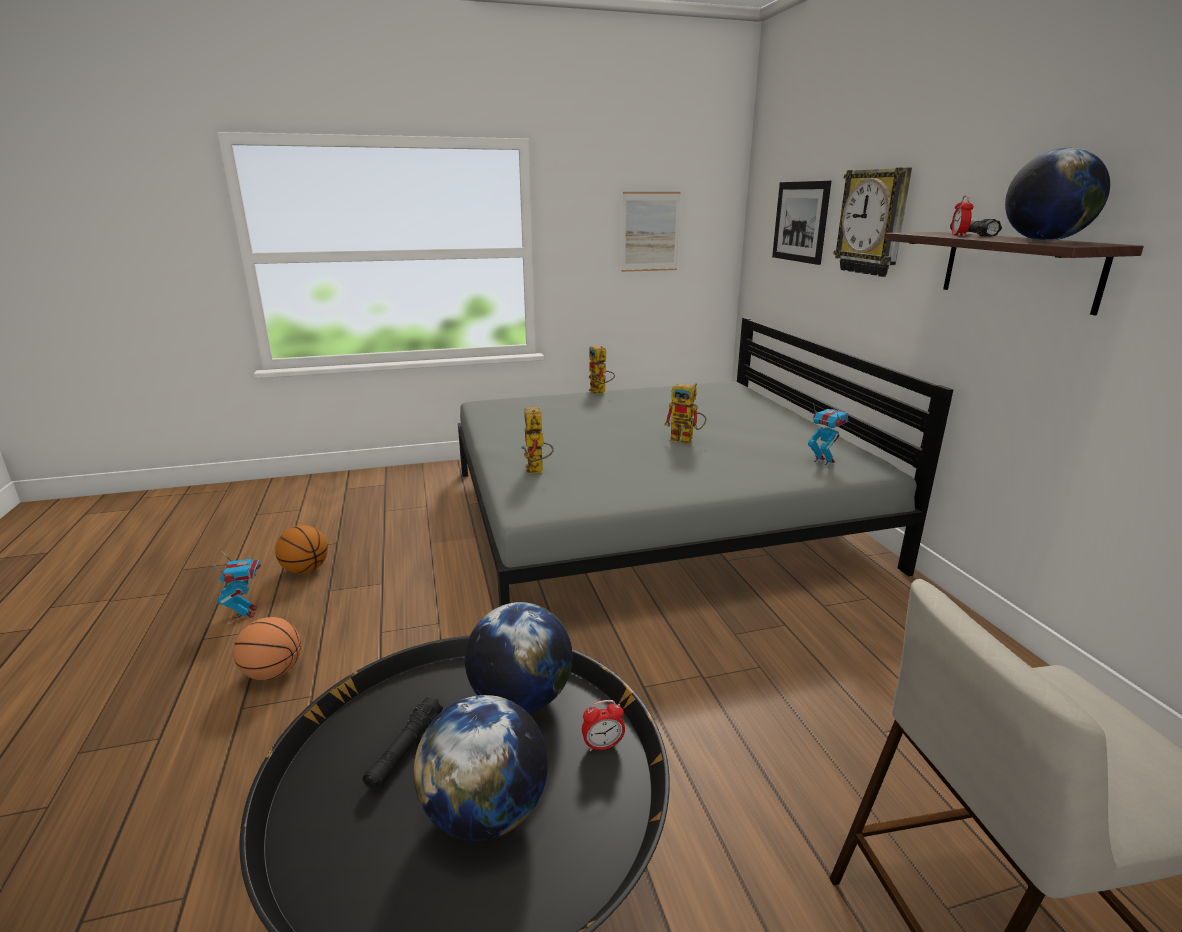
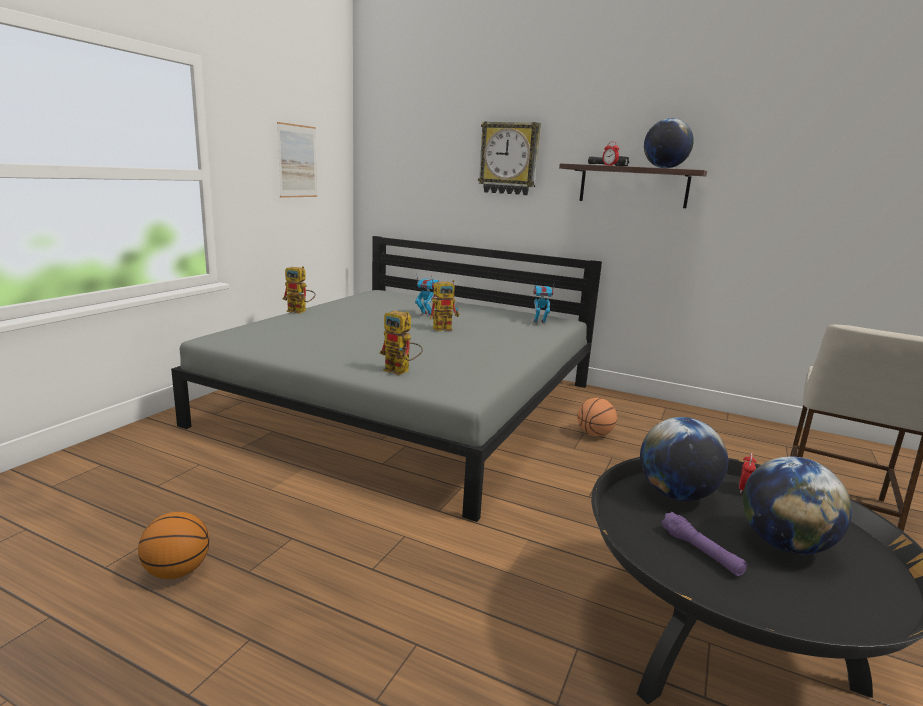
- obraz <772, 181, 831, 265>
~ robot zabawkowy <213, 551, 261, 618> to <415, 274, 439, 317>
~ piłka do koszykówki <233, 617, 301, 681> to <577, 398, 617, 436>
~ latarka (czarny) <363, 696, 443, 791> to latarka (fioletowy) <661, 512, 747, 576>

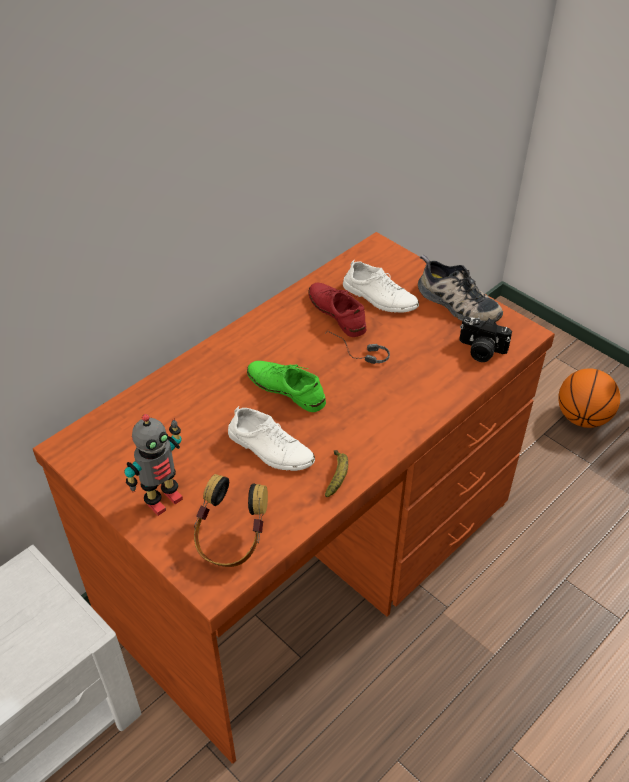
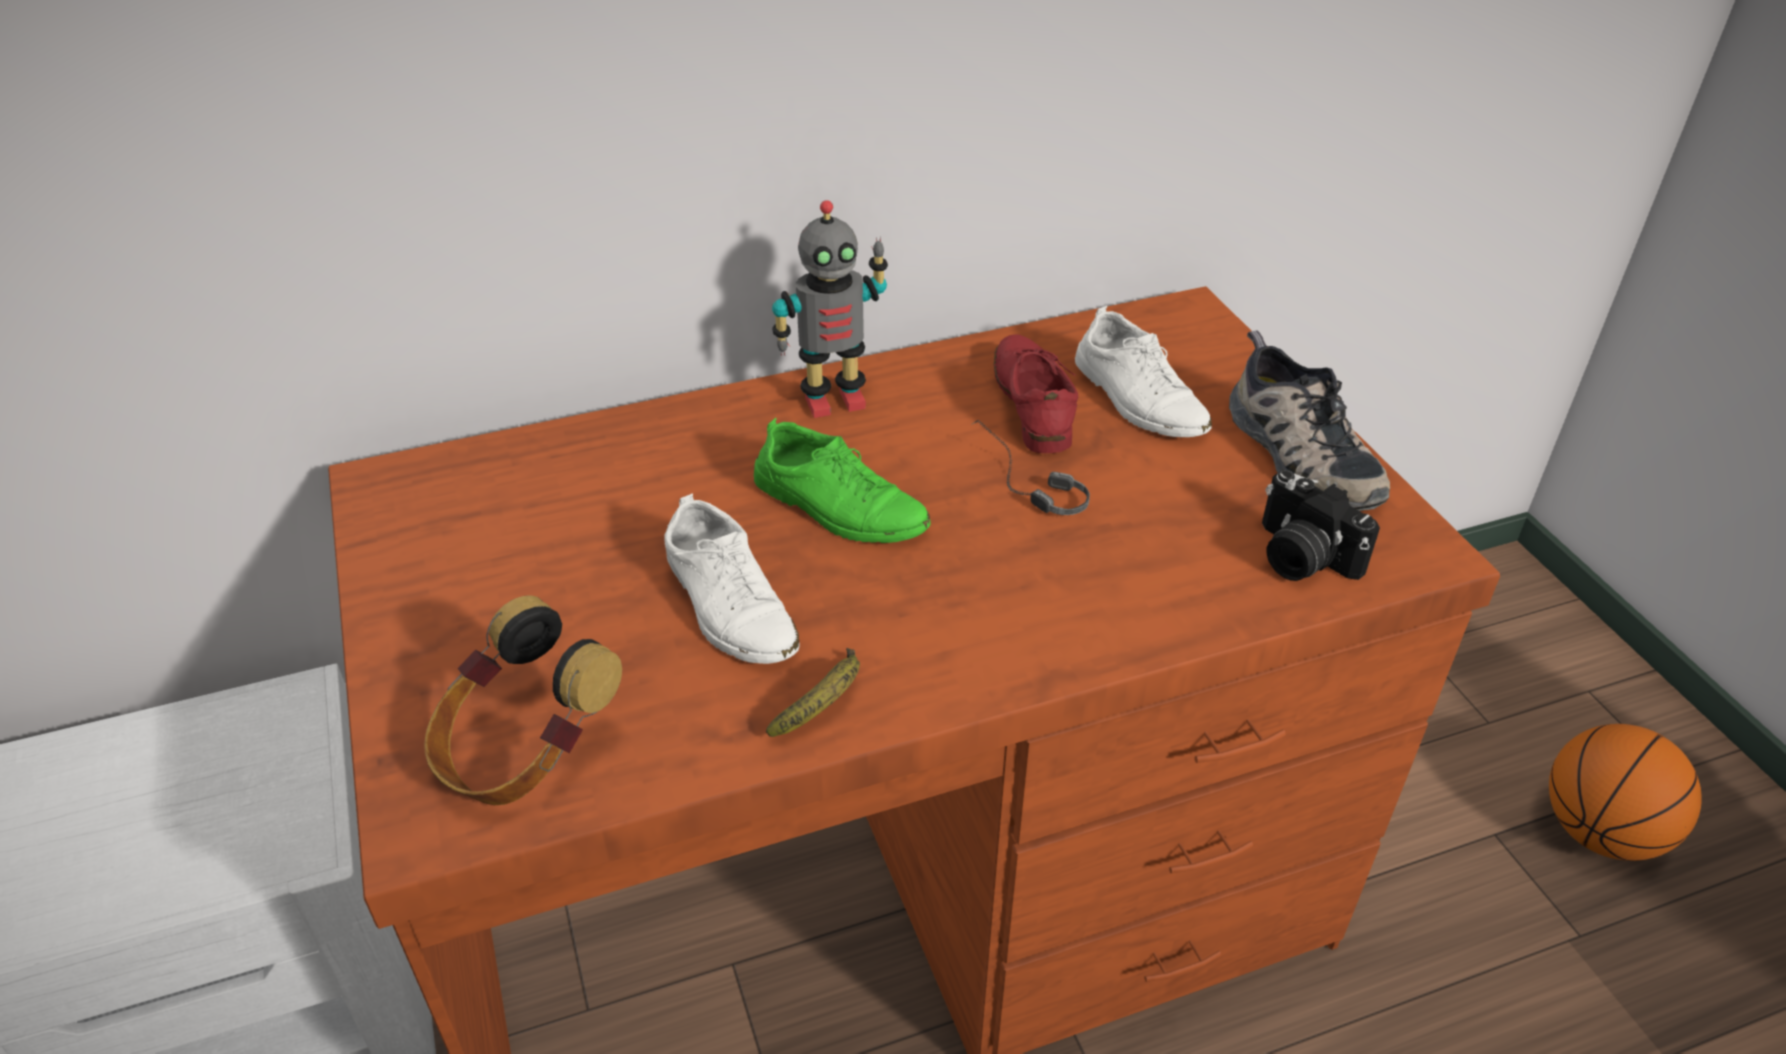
~ robot zabawkowy <124, 414, 183, 516> to <772, 200, 888, 418>
~ but (zielony) <247, 361, 326, 412> = <754, 418, 930, 543> 150 degrees clockwise

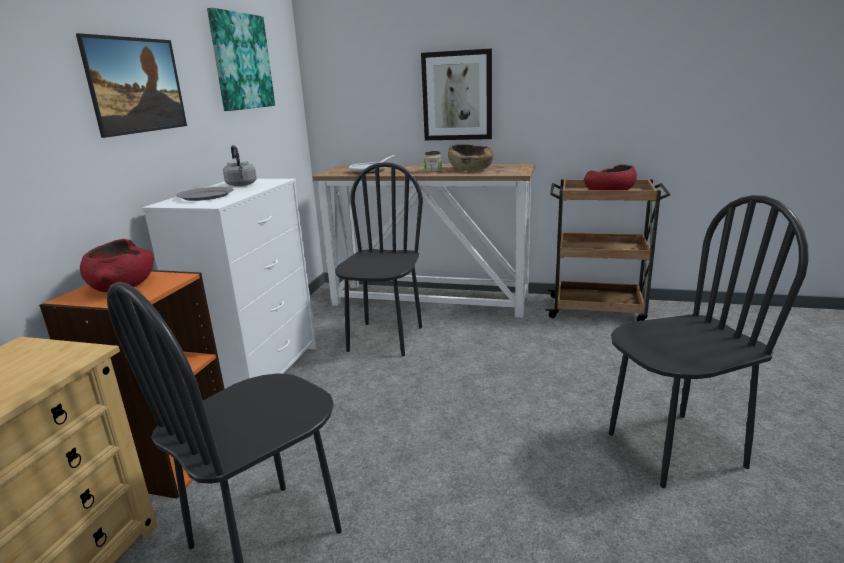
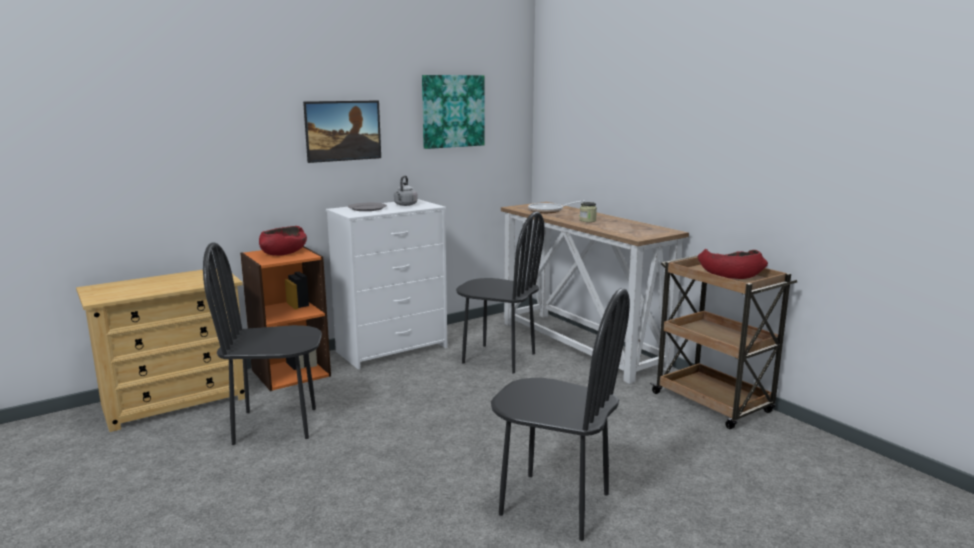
- obraz <421, 49, 492, 140>
- miska (brązowy) <448, 144, 494, 171>
~ krzesło (czarny) <335, 162, 423, 356> = <456, 212, 545, 374> 60 degrees clockwise

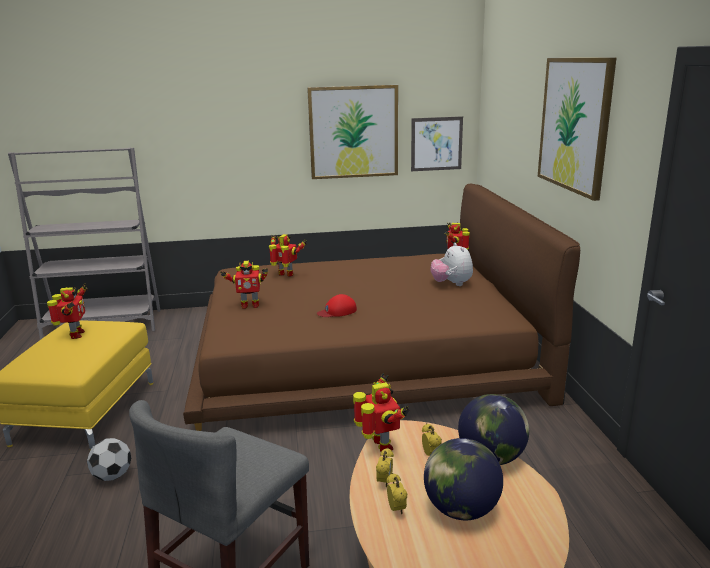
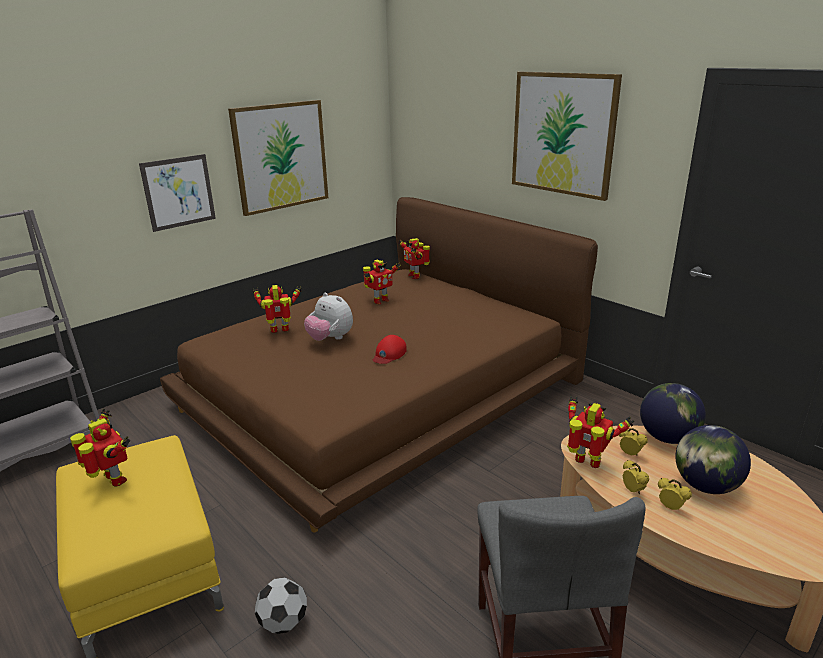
~ robot zabawkowy <220, 261, 268, 309> to <363, 260, 400, 304>
~ obraz <411, 116, 463, 171> to <139, 154, 216, 232>
~ pluszak <430, 243, 473, 286> to <304, 293, 353, 341>

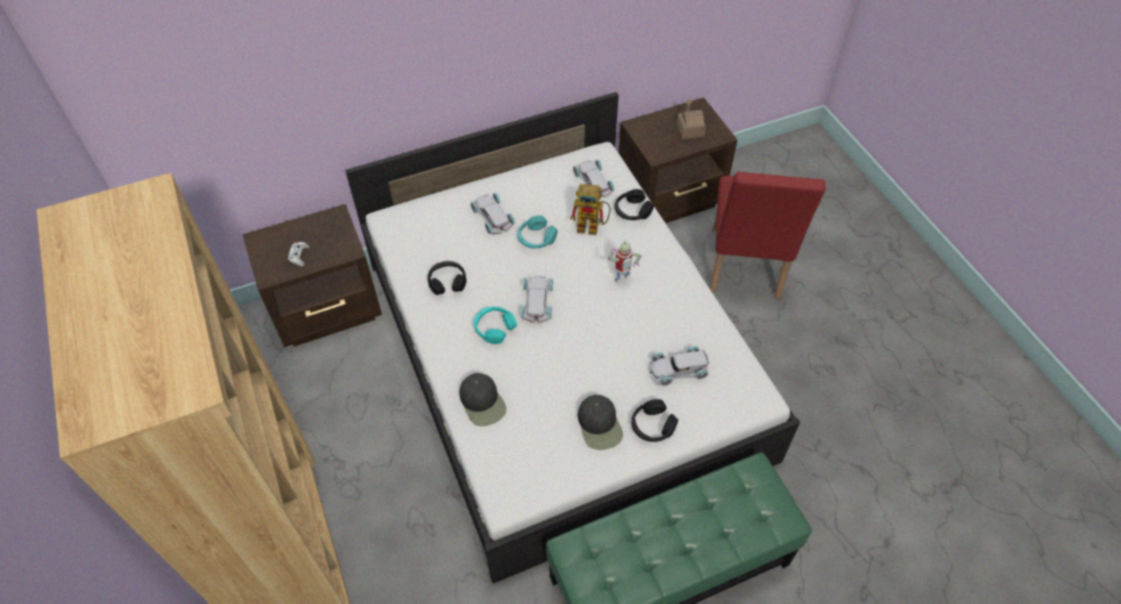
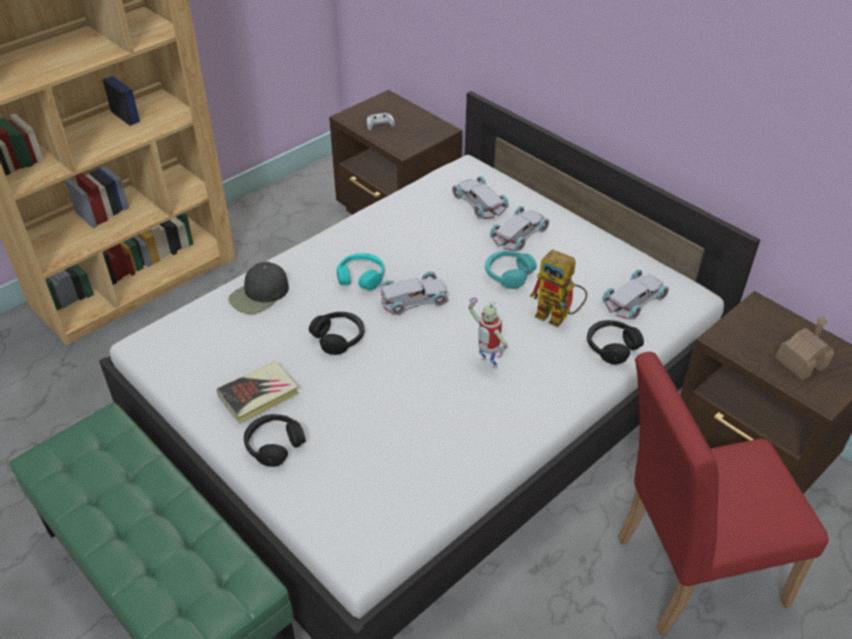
~ słuchawki (czarny) <428, 261, 467, 295> to <309, 312, 364, 355>
~ samochodzik (biały) <649, 346, 709, 386> to <452, 176, 509, 219>
~ czapka z daszkiem (czarny) <578, 395, 623, 450> to książka <217, 361, 299, 424>
~ robot zabawkowy <570, 184, 611, 235> = <529, 249, 587, 327> 45 degrees counterclockwise

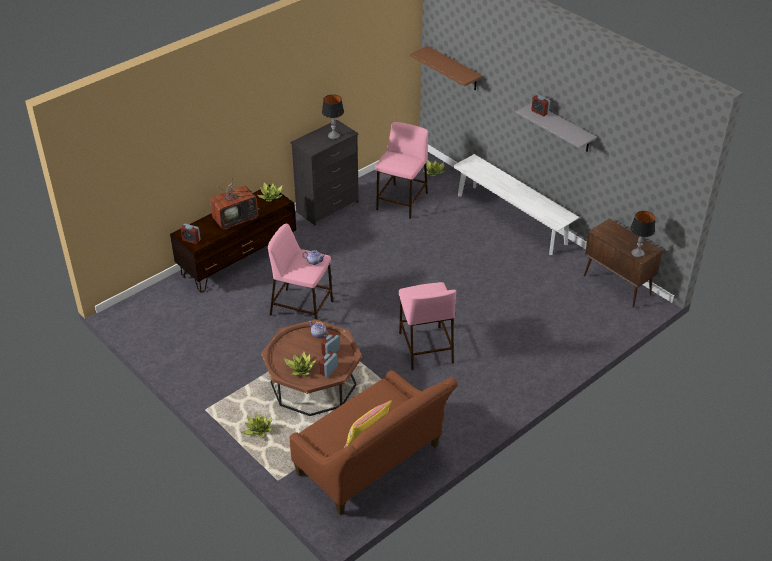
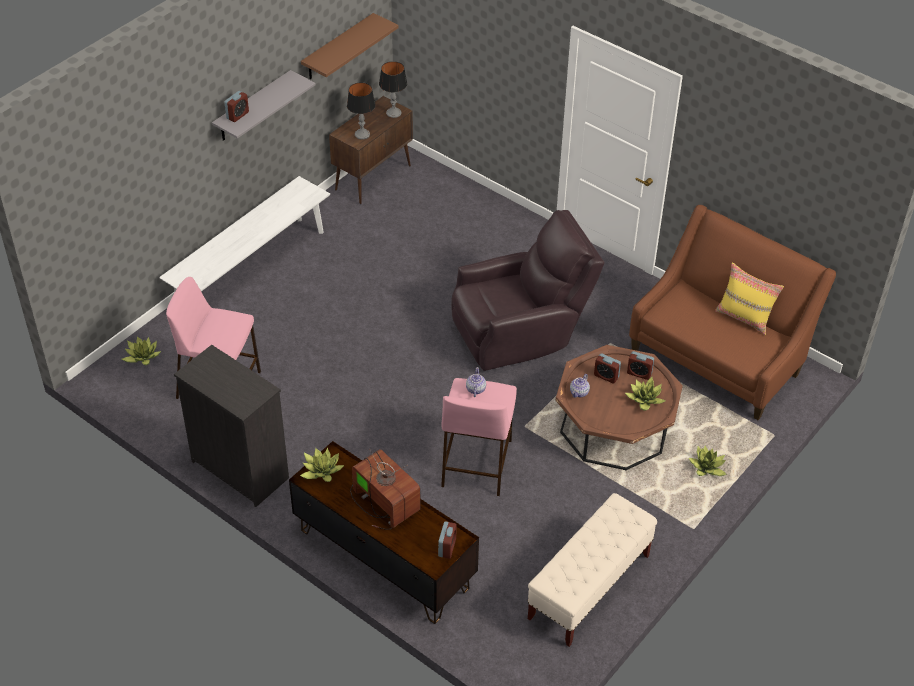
+ ławka (beżowy) <528, 493, 657, 647>
~ lampa stołowa <322, 94, 344, 139> to <347, 82, 376, 140>
~ półka (brązowy) <410, 46, 482, 90> to <301, 13, 398, 80>
~ stołek (różowy) <399, 282, 456, 370> to fotel (brązowy) <451, 210, 605, 371>

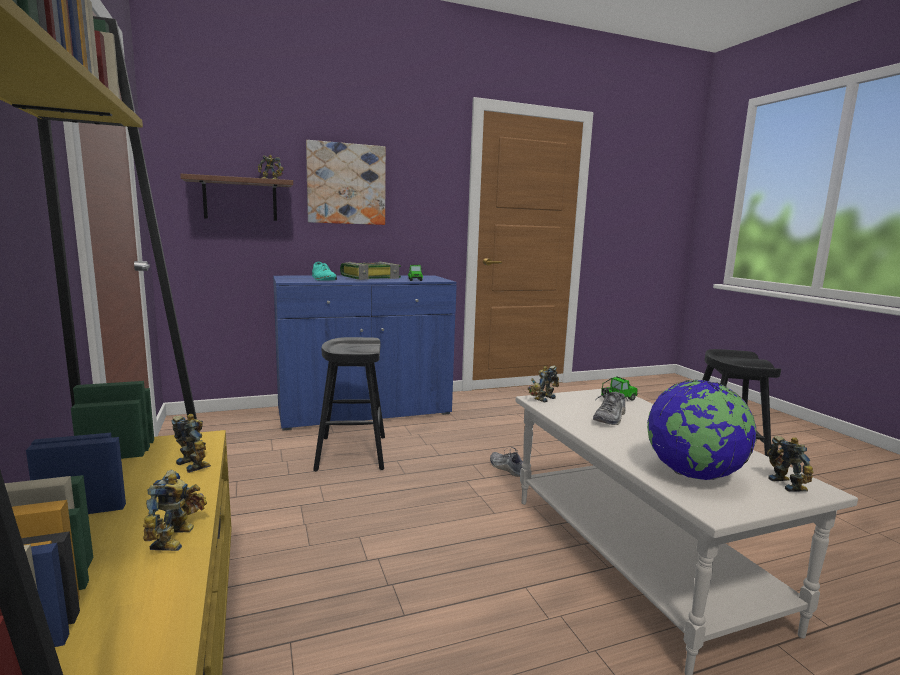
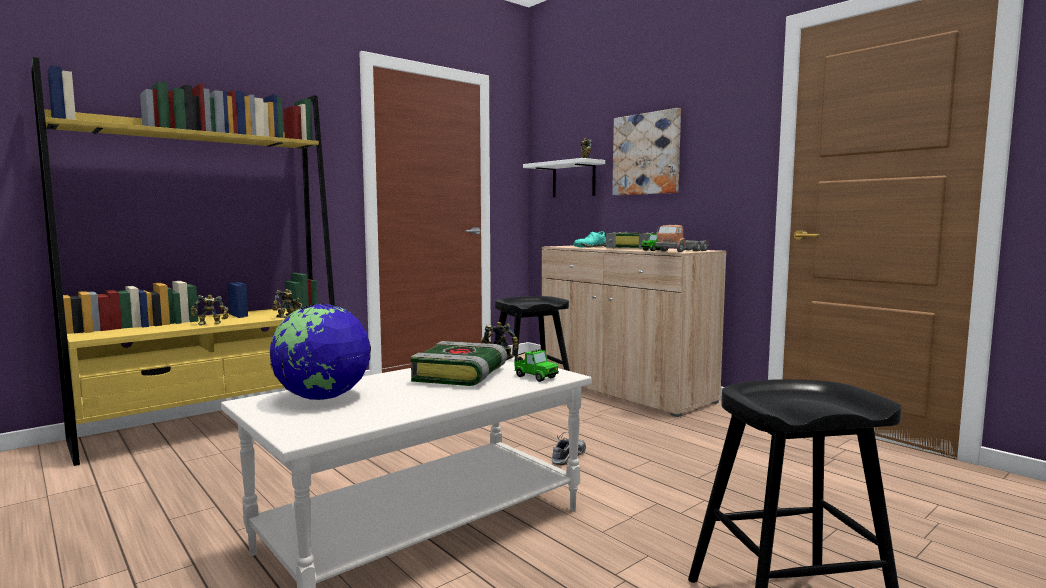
- robot zabawkowy <767, 436, 813, 492>
+ ciężarówka zabawkowa <655, 225, 709, 252>
~ but <593, 388, 628, 425> to książka <411, 341, 507, 386>
~ półka (brązowy) <180, 174, 293, 221> to półka (biały) <523, 158, 605, 197>
~ szafka (niebieski) <273, 275, 457, 431> to szafka (beżowy) <542, 245, 727, 417>

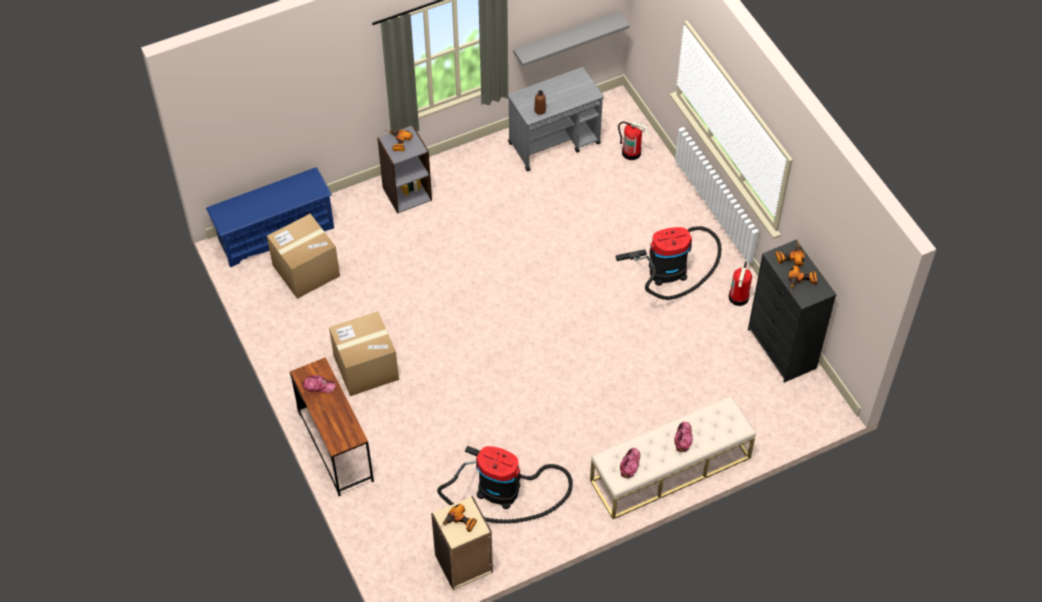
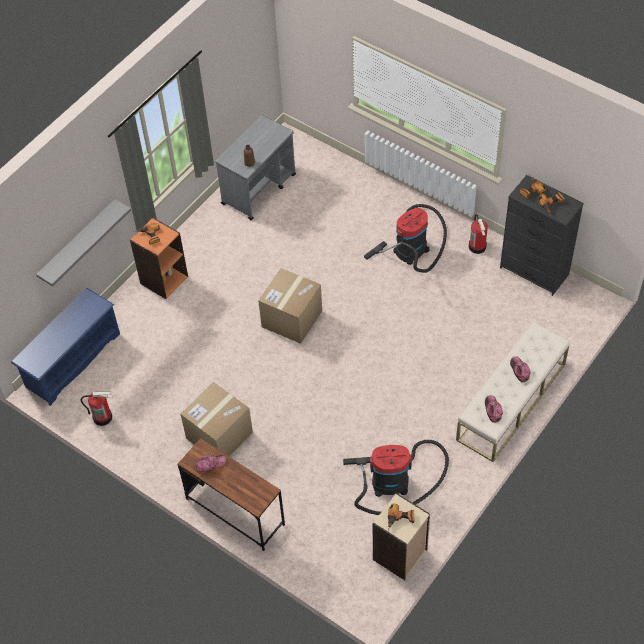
~ karton <267, 214, 340, 299> to <258, 268, 322, 344>
~ półka (szary) <513, 11, 630, 66> to <36, 199, 131, 286>
~ gaśnica <618, 122, 649, 160> to <81, 391, 113, 426>
~ regał (szary) <377, 125, 432, 214> to regał (pomarańczowy) <130, 217, 188, 299>

